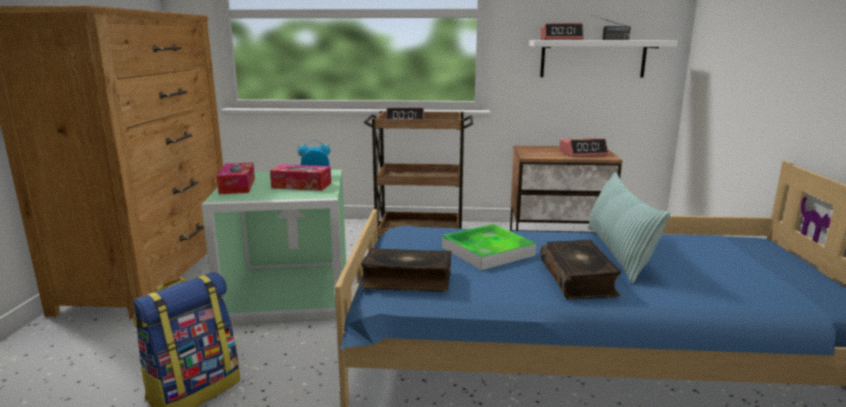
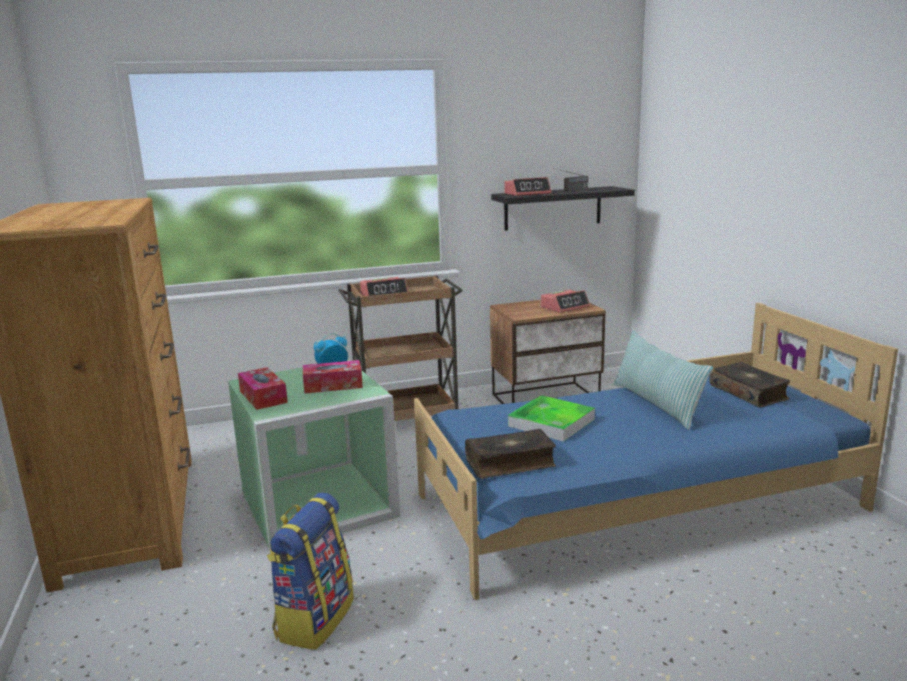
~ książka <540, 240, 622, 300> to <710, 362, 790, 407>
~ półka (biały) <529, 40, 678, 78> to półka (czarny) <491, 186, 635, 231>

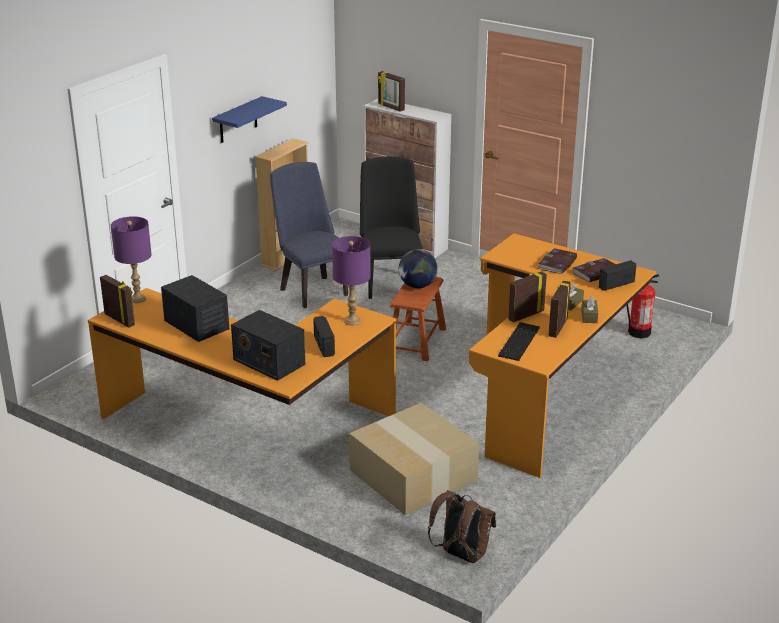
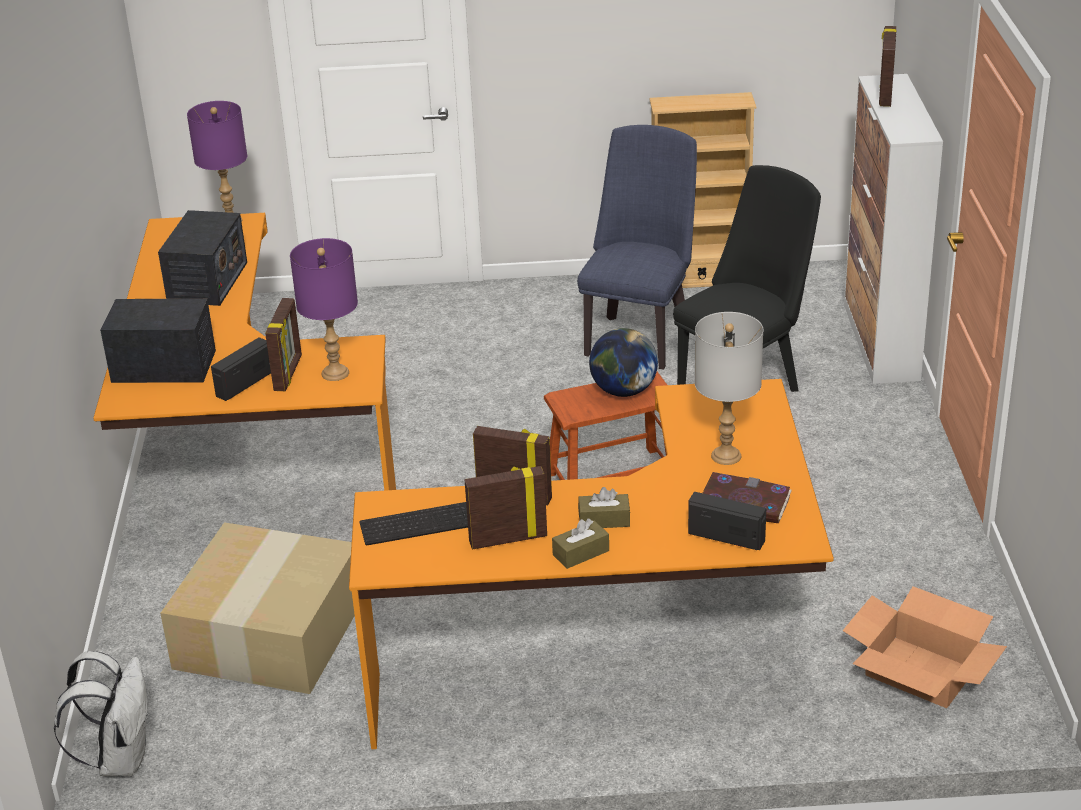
- półka (niebieski) <212, 96, 287, 143>
~ ramka na zdjęcie <100, 275, 135, 328> to <265, 298, 302, 391>
~ książka <538, 248, 577, 274> to lampa stołowa (szary) <695, 312, 763, 465>
~ gaśnica <626, 275, 659, 339> to karton <842, 586, 1007, 708>
~ plecak (brązowy) <428, 490, 496, 563> to plecak (biały) <54, 651, 150, 776>
~ radio <231, 310, 305, 381> = <100, 299, 216, 383> 90 degrees clockwise

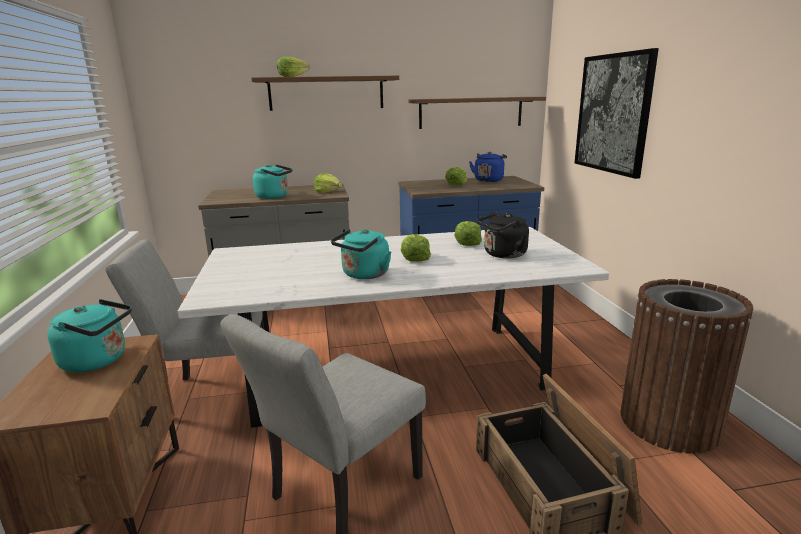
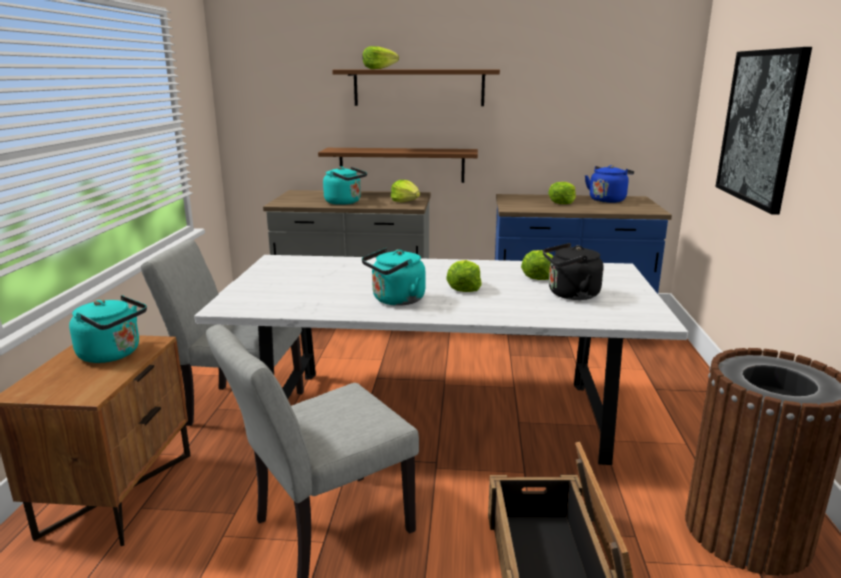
~ półka (brązowy) <408, 97, 546, 129> to <318, 148, 478, 183>

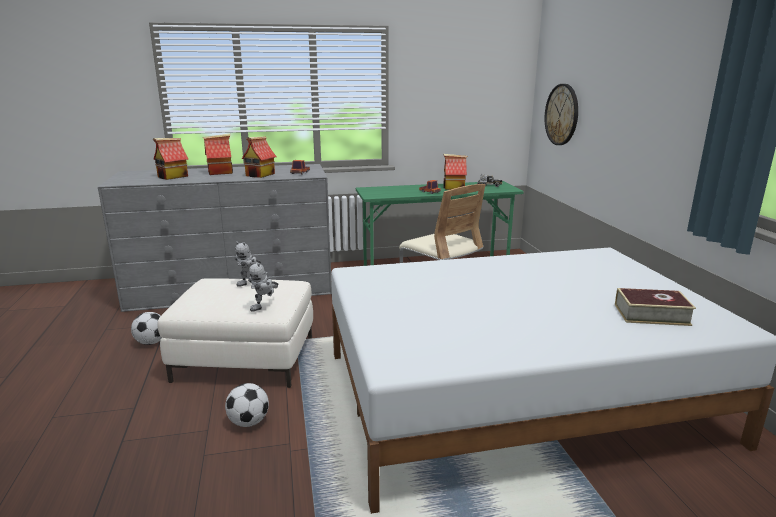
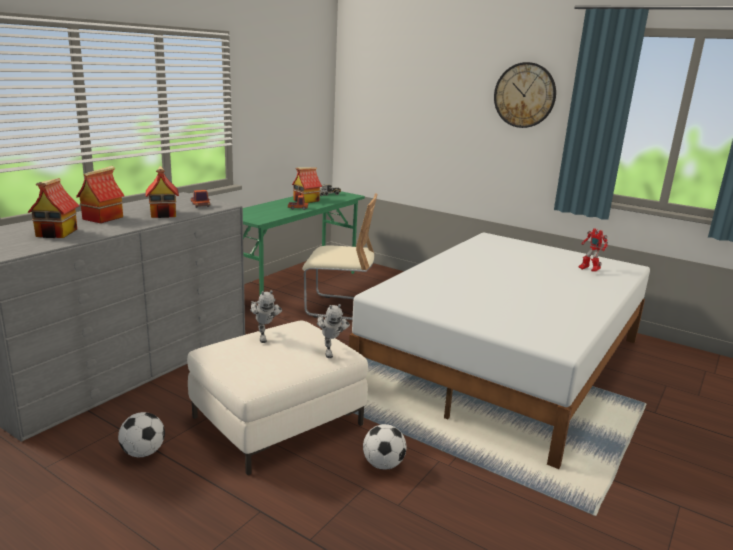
~ zegar ścienny <545, 84, 578, 145> to <494, 62, 556, 128>
~ książka <615, 288, 696, 326> to robot zabawkowy <579, 228, 608, 272>

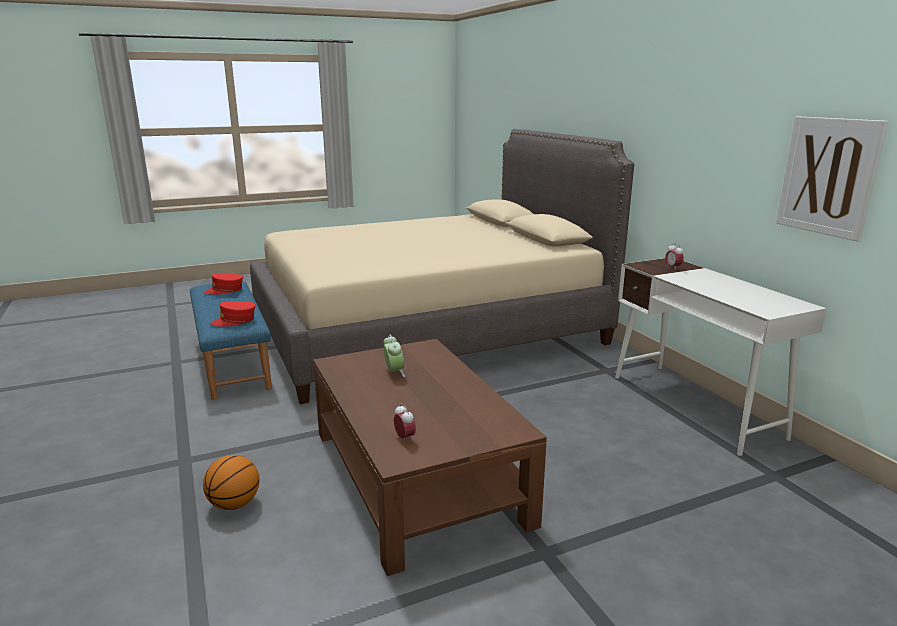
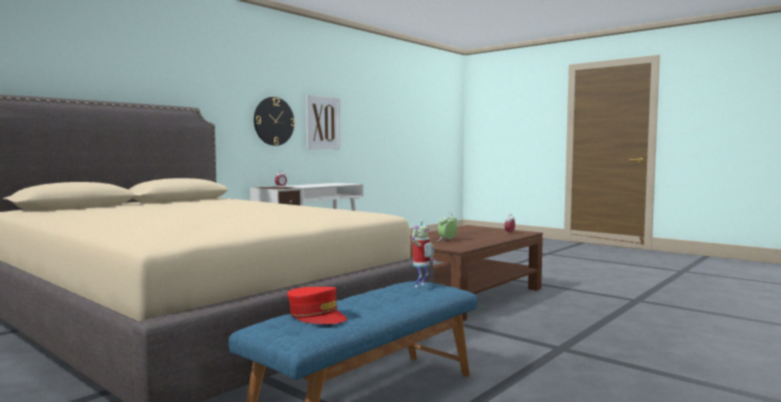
- piłka do koszykówki <203, 455, 259, 510>
+ zegar ścienny <254, 97, 295, 146>
~ czapka z daszkiem (czerwony) <210, 301, 256, 326> to robot zabawkowy <412, 220, 435, 287>

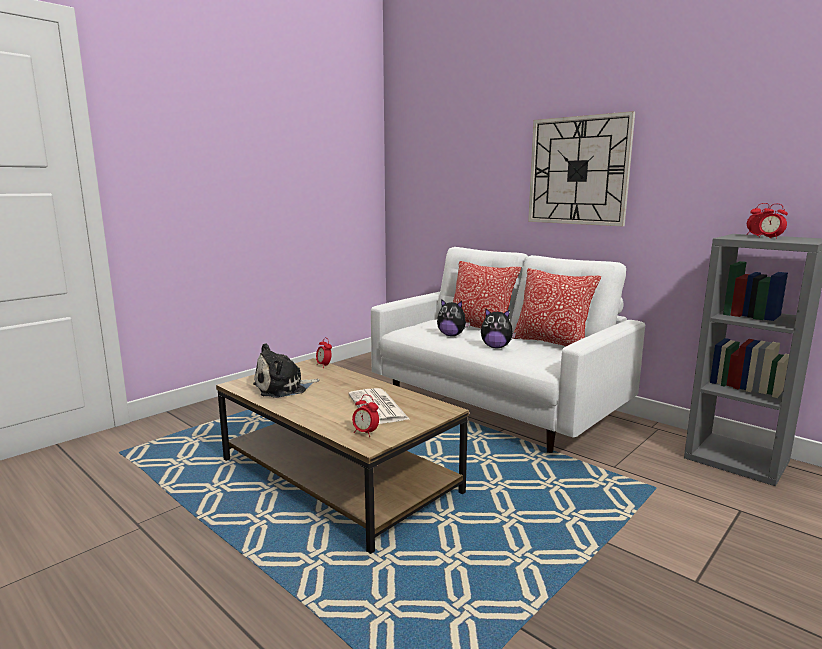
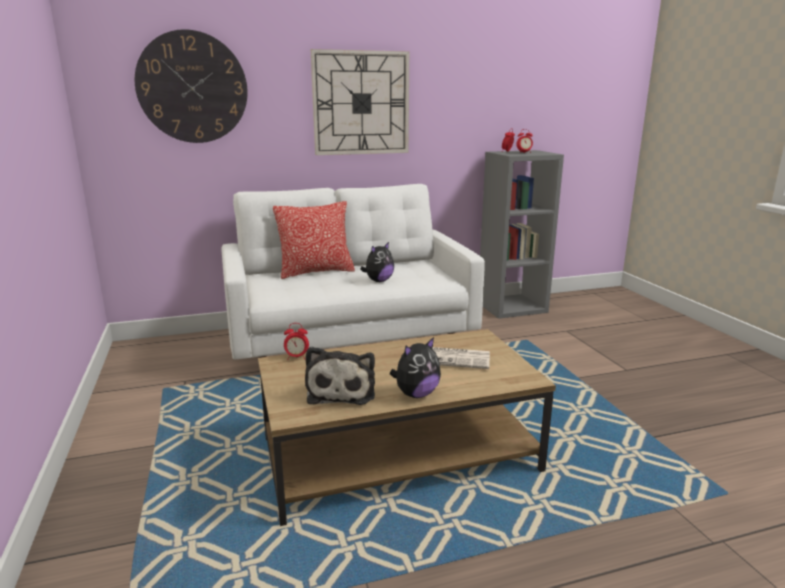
- budzik <352, 395, 379, 437>
- poduszka <512, 268, 601, 346>
+ zegar ścienny <135, 29, 248, 143>
~ pluszak <437, 299, 470, 336> to <390, 337, 441, 398>

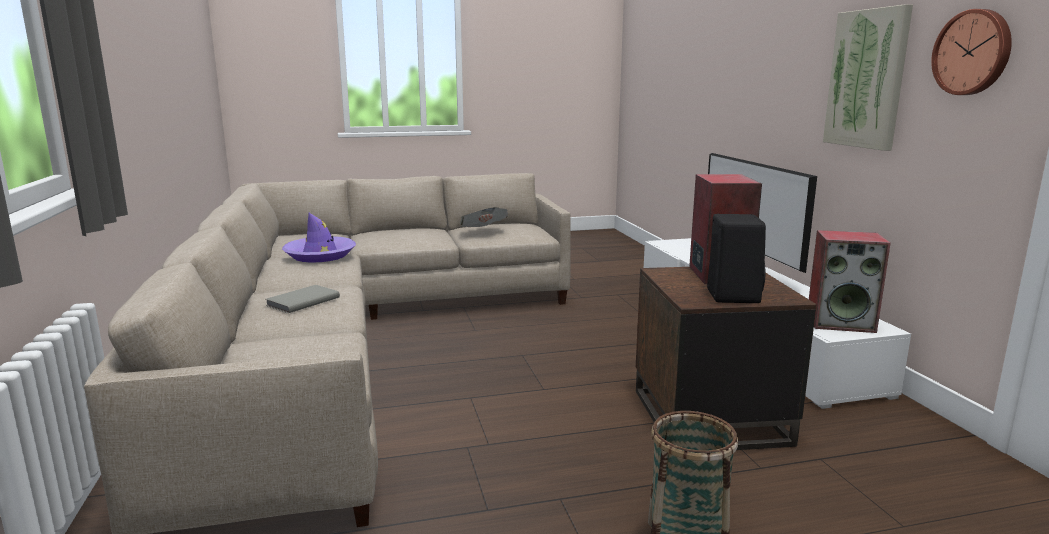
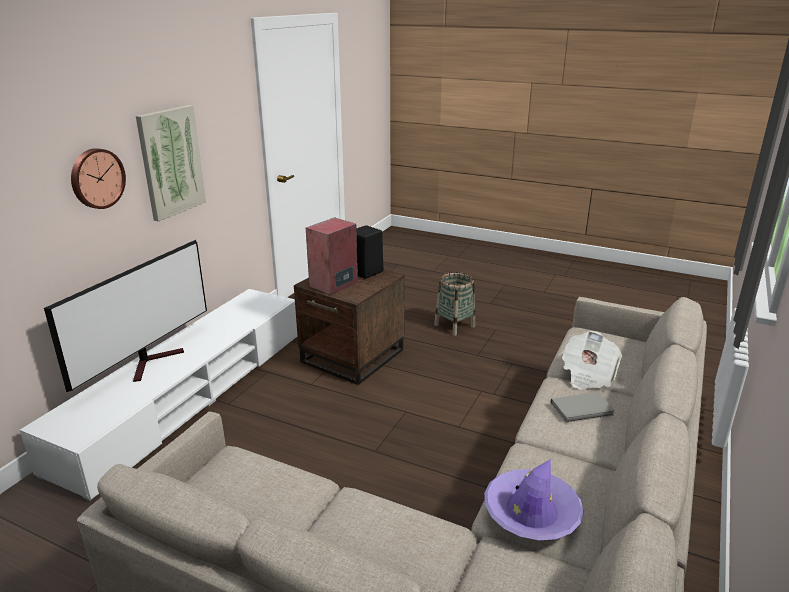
- głośnik <809, 230, 891, 333>
~ gazeta <460, 207, 508, 227> to <561, 331, 622, 389>
~ zegar ścienny <931, 9, 1012, 95> to <71, 148, 126, 209>

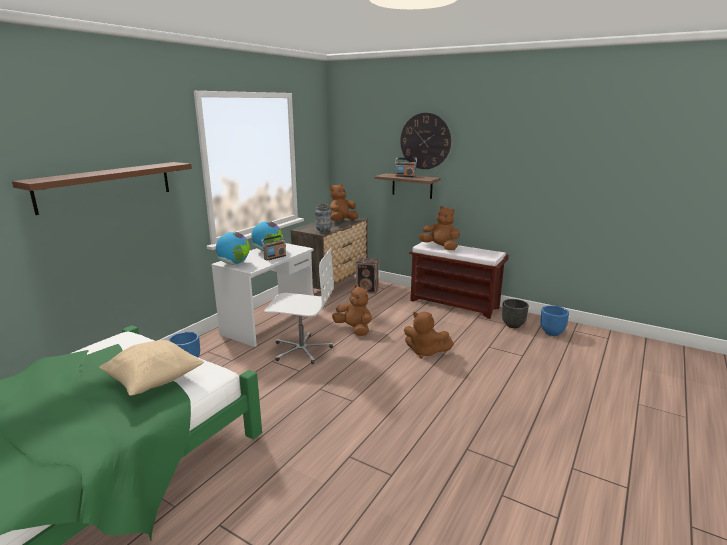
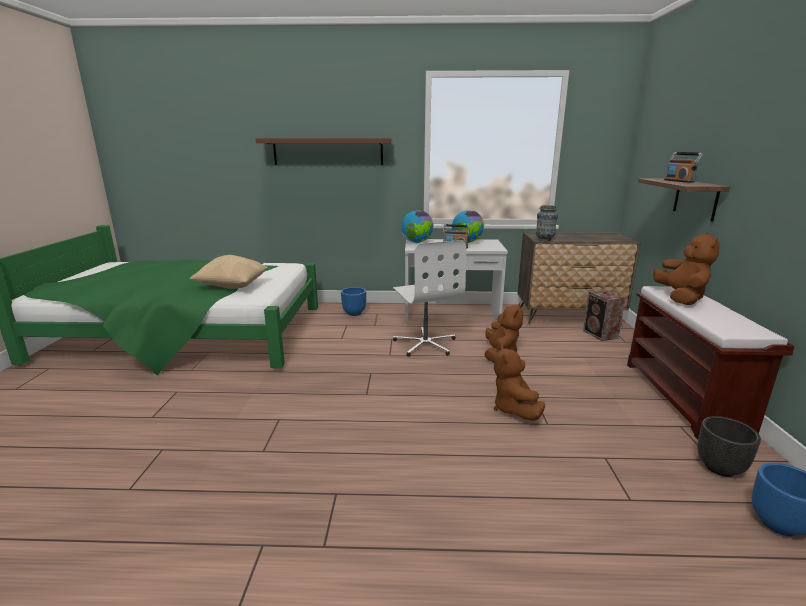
- pluszak (brązowy) <329, 184, 358, 221>
- zegar ścienny <400, 113, 451, 169>

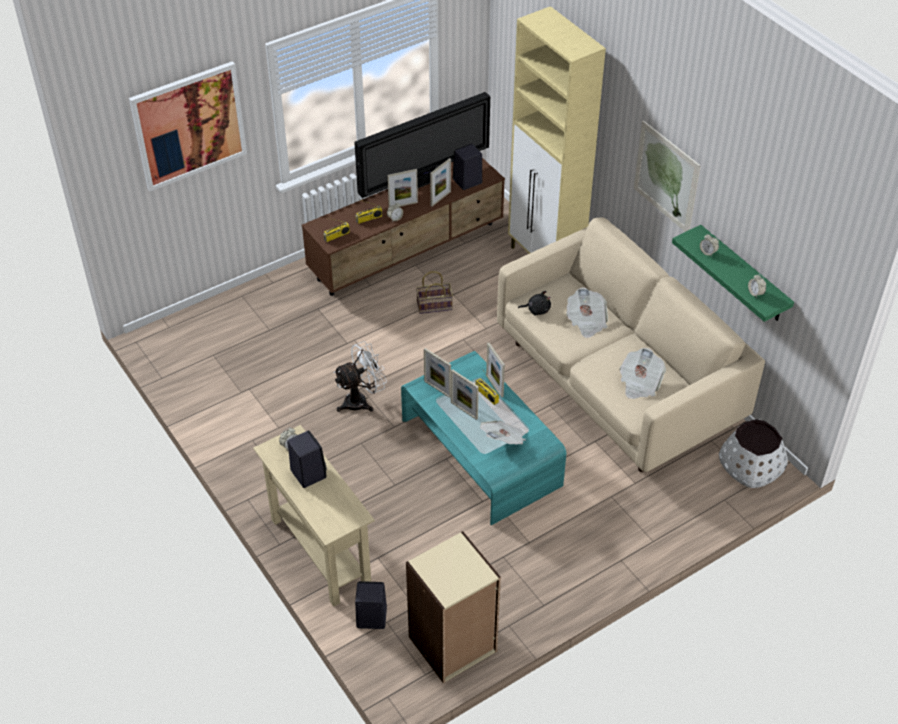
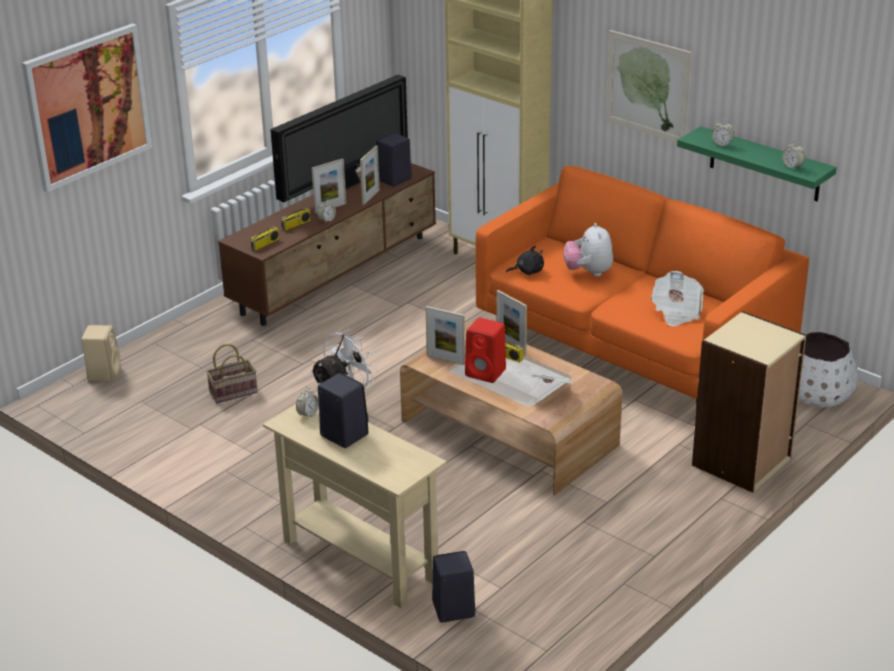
+ głośnik (beżowy) <81, 325, 121, 381>
~ regał (beżowy) <406, 531, 501, 683> to <692, 311, 806, 493>
~ koszyk <416, 271, 453, 314> to <206, 344, 258, 403>
~ ramka na zdjęcie <451, 369, 479, 420> to głośnik (czerwony) <465, 318, 506, 383>
~ gazeta <566, 287, 608, 338> to pluszak <563, 223, 613, 276>
~ ława (turkusowy) <401, 351, 566, 525> to ława (brązowy) <400, 322, 622, 495>
~ kanapa (beżowy) <497, 218, 765, 472> to kanapa (pomarańczowy) <475, 166, 809, 408>

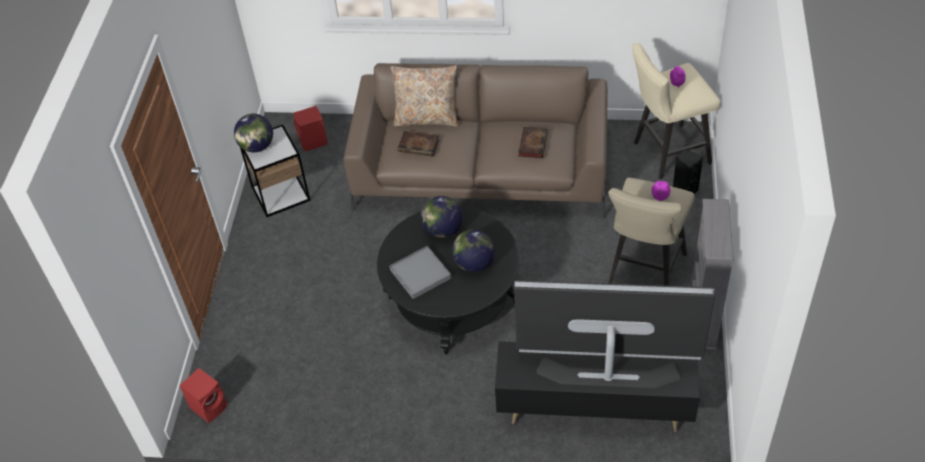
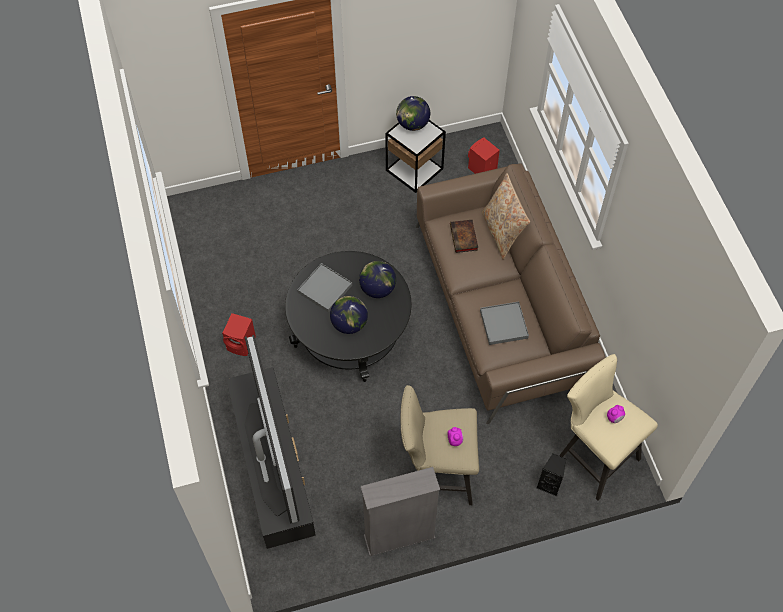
~ głośnik (czerwony) <179, 368, 227, 423> to <222, 313, 256, 356>
~ książka <518, 127, 548, 158> to taca (szary) <480, 301, 529, 345>

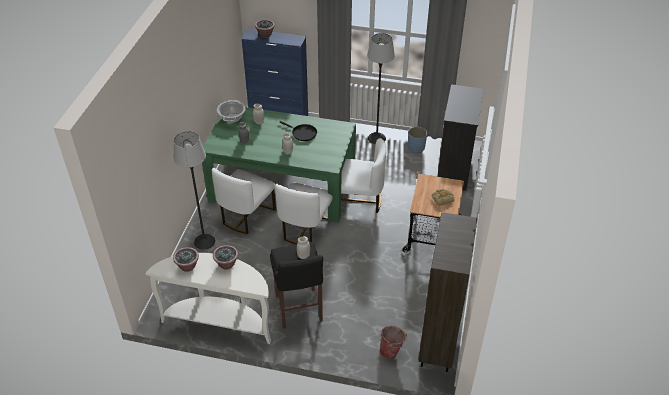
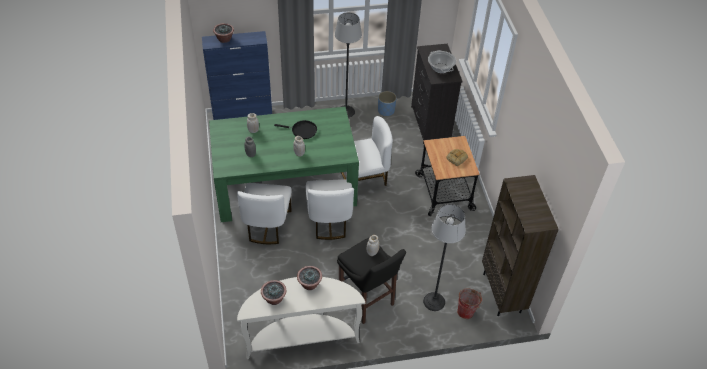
~ lampa stojąca <173, 131, 215, 250> to <423, 204, 466, 311>
~ garnek <217, 100, 246, 123> to <428, 50, 456, 73>

